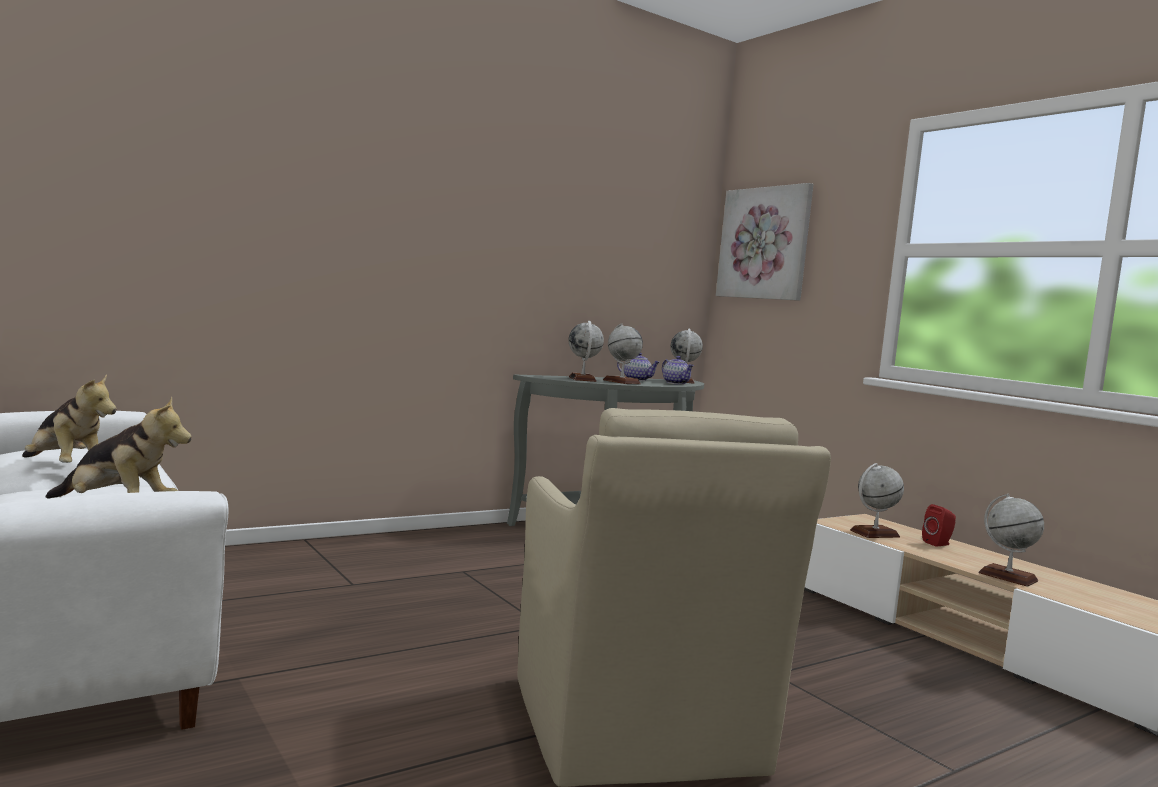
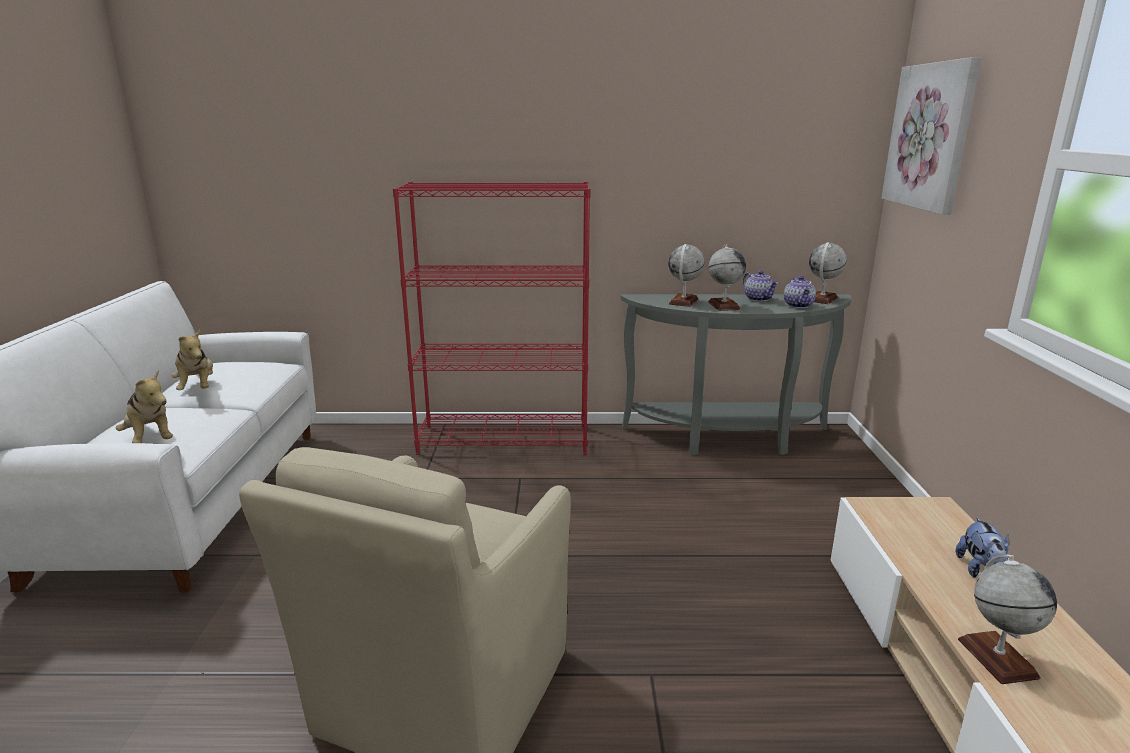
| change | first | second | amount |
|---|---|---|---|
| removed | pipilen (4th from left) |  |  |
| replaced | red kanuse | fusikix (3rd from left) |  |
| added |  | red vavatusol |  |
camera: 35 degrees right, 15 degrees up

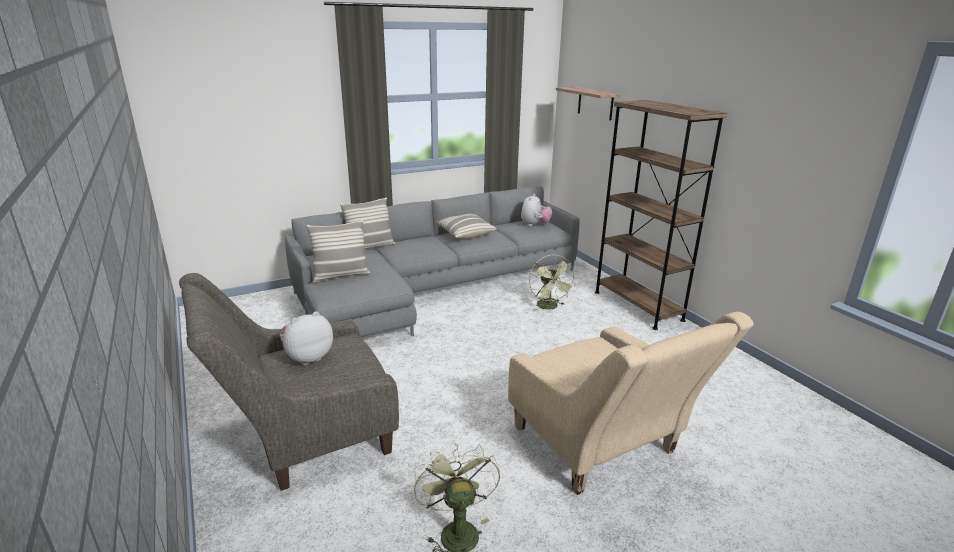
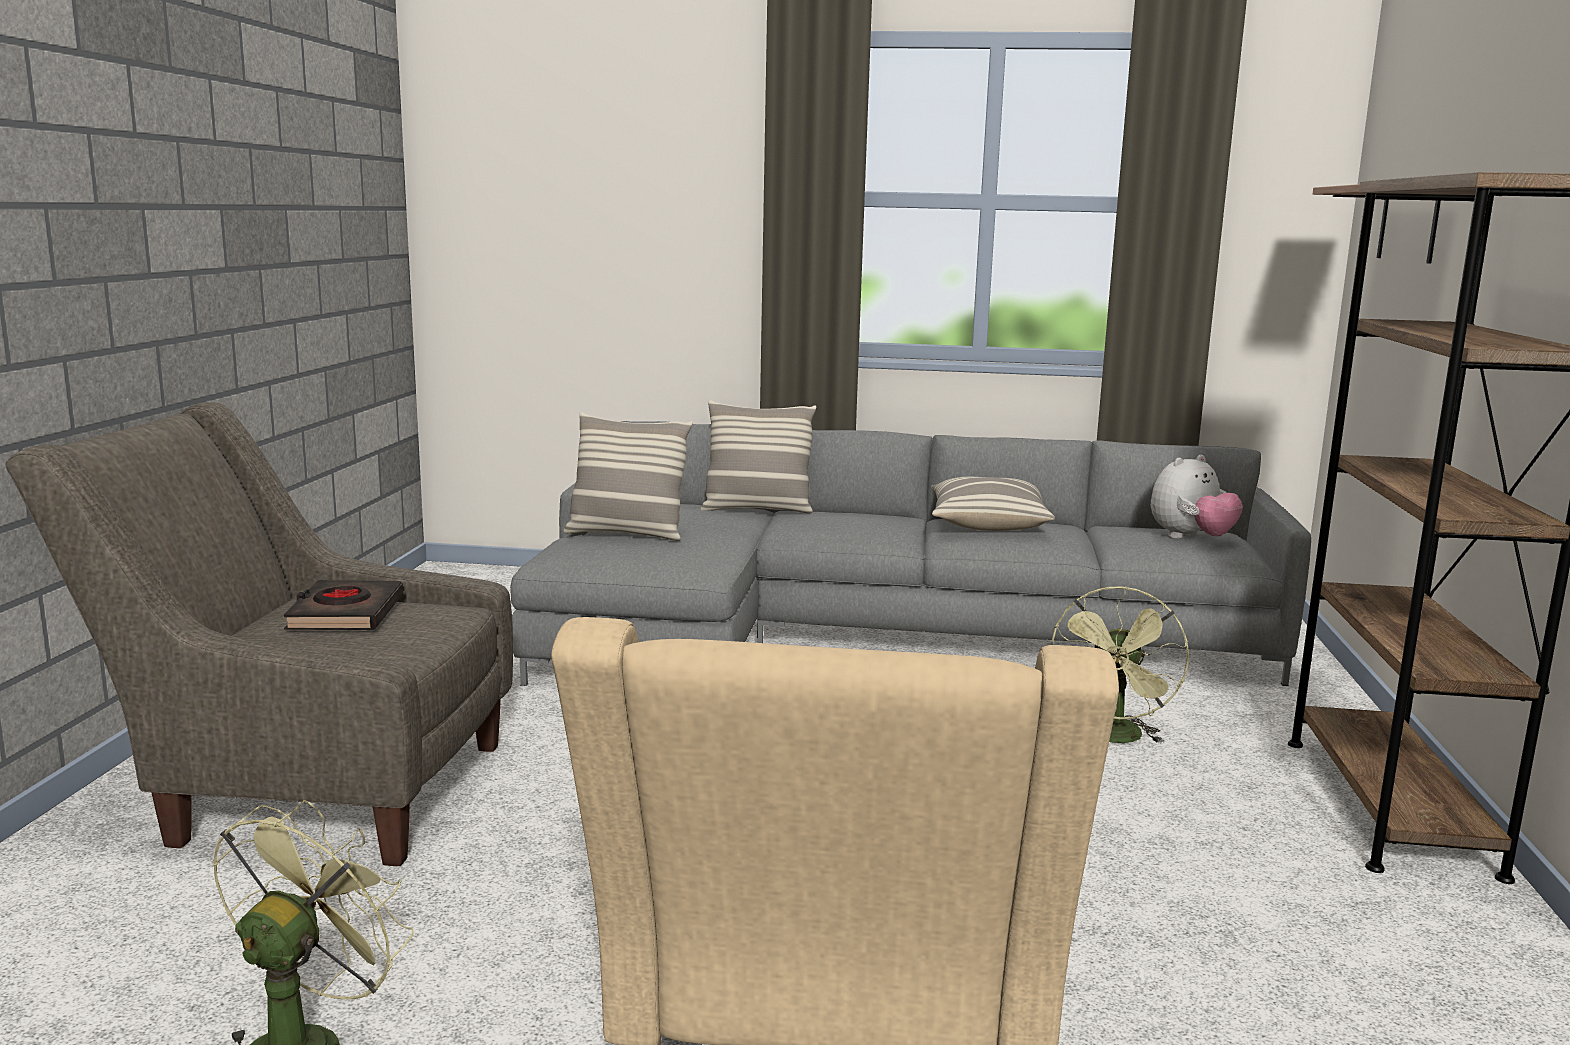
| change | first | second | amount |
|---|---|---|---|
| replaced | fusikix (1st from left) | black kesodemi |  |
camera: 35 degrees right, 10 degrees down

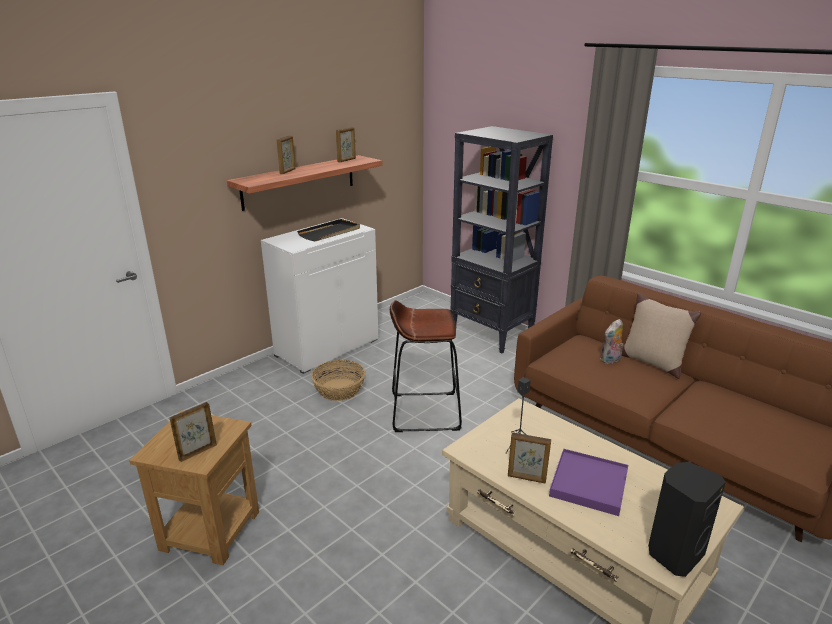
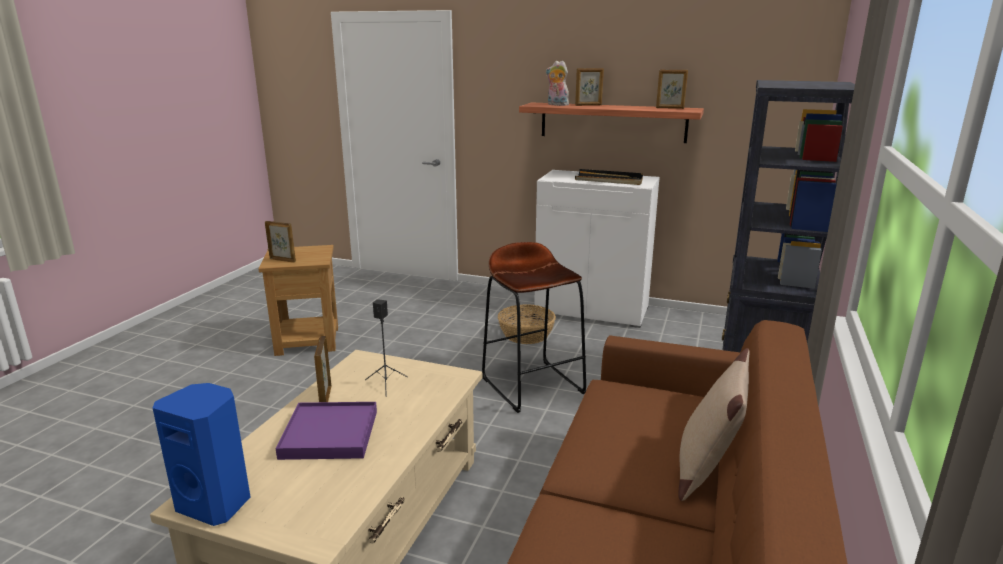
| change | first | second | amount |
|---|---|---|---|
| moved | fusikix |  |  |
| recoloured | black kanuse (2nd from left) | blue kanuse |  |
camera: 65 degrees right, 5 degrees down

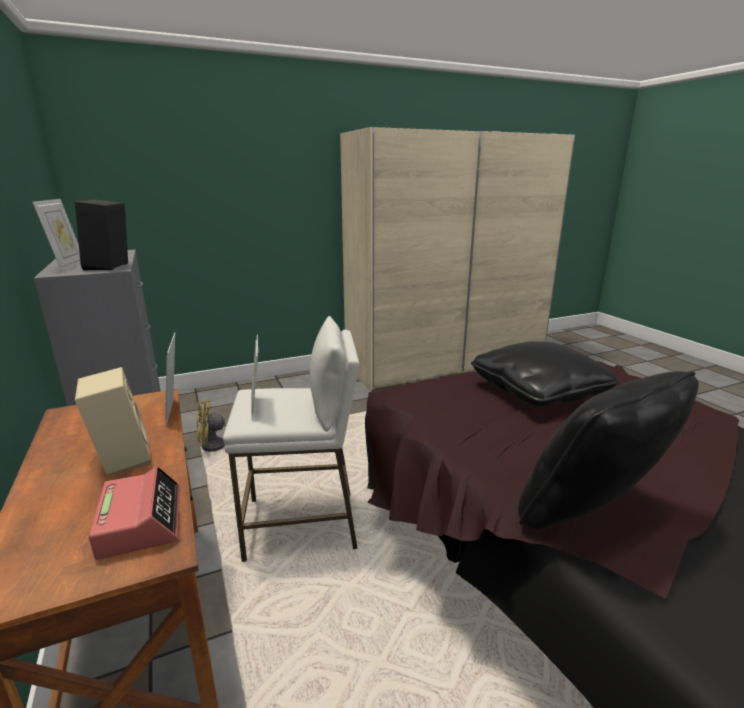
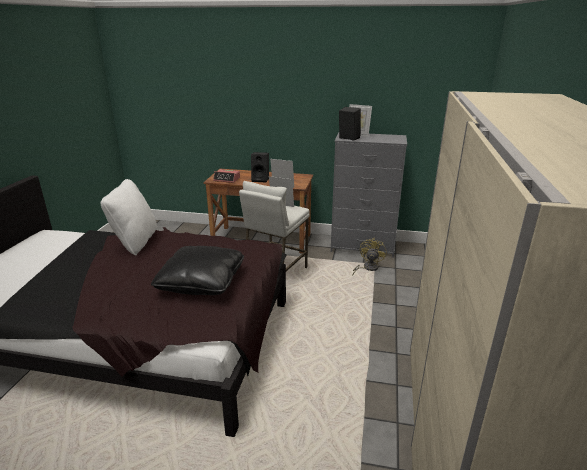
| change | first | second | amount |
|---|---|---|---|
| recoloured | beige kanuse | black kanuse (1st from left) |  |
| recoloured | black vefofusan (2nd from left) | white vefofusan |  |
camera: 125 degrees right, 5 degrees up

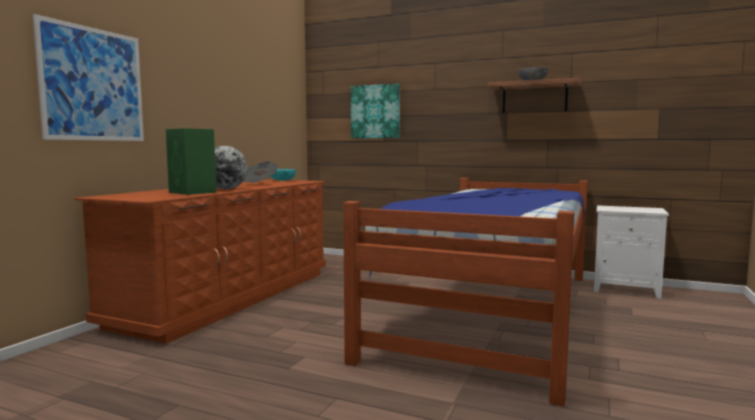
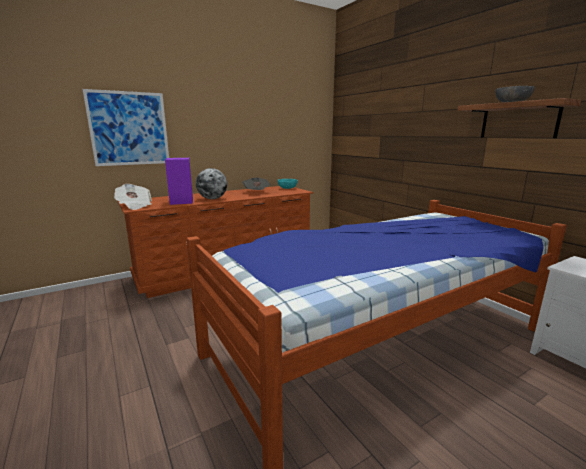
| change | first | second | amount |
|---|---|---|---|
| recoloured | green kanuse | purple kanuse |  |
| removed | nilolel (2nd from left) |  |  |
| added |  | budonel (1st from left) |  |
camera: 35 degrees right, 10 degrees up

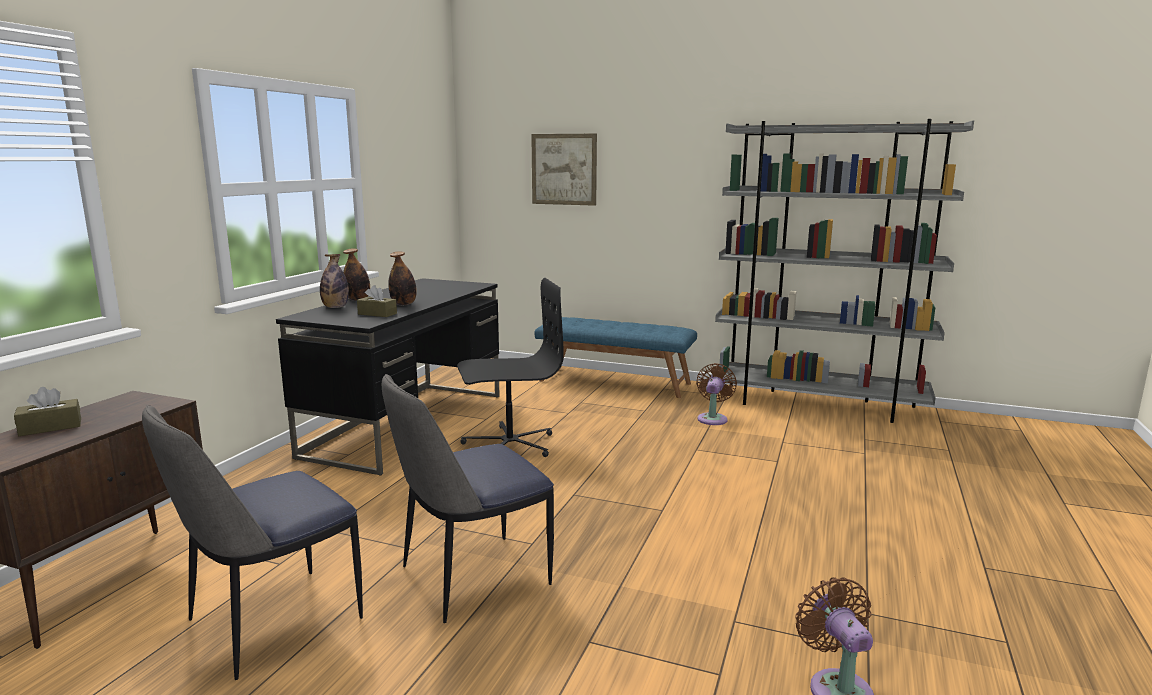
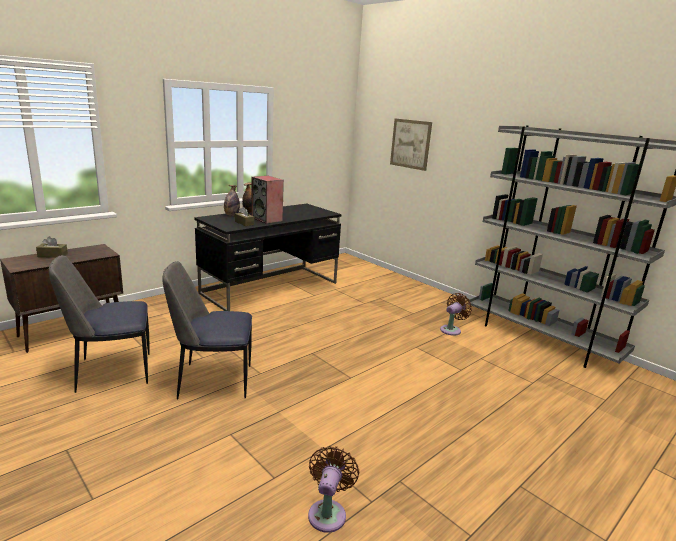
| change | first | second | amount |
|---|---|---|---|
| replaced | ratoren (3rd from left) | kanuse |  |
| removed | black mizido |  |  |
| removed | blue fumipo |  |  |
camera: 25 degrees right, 5 degrees up

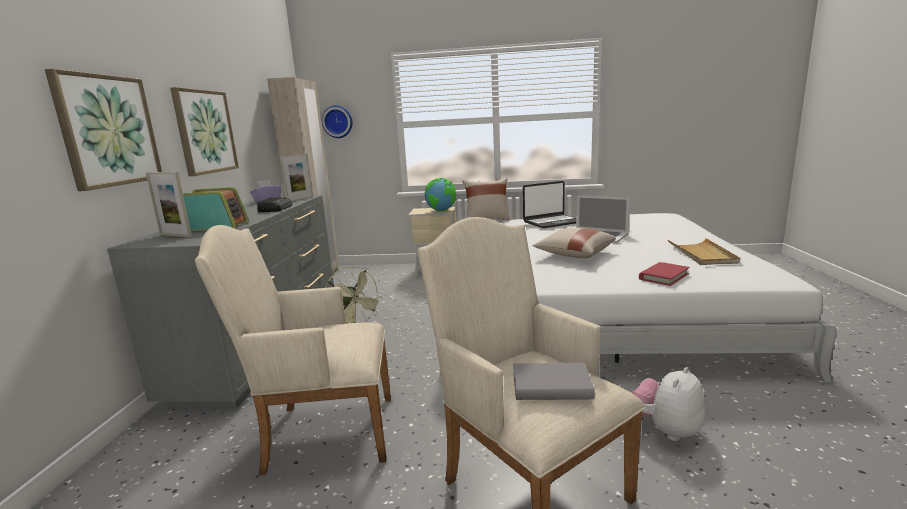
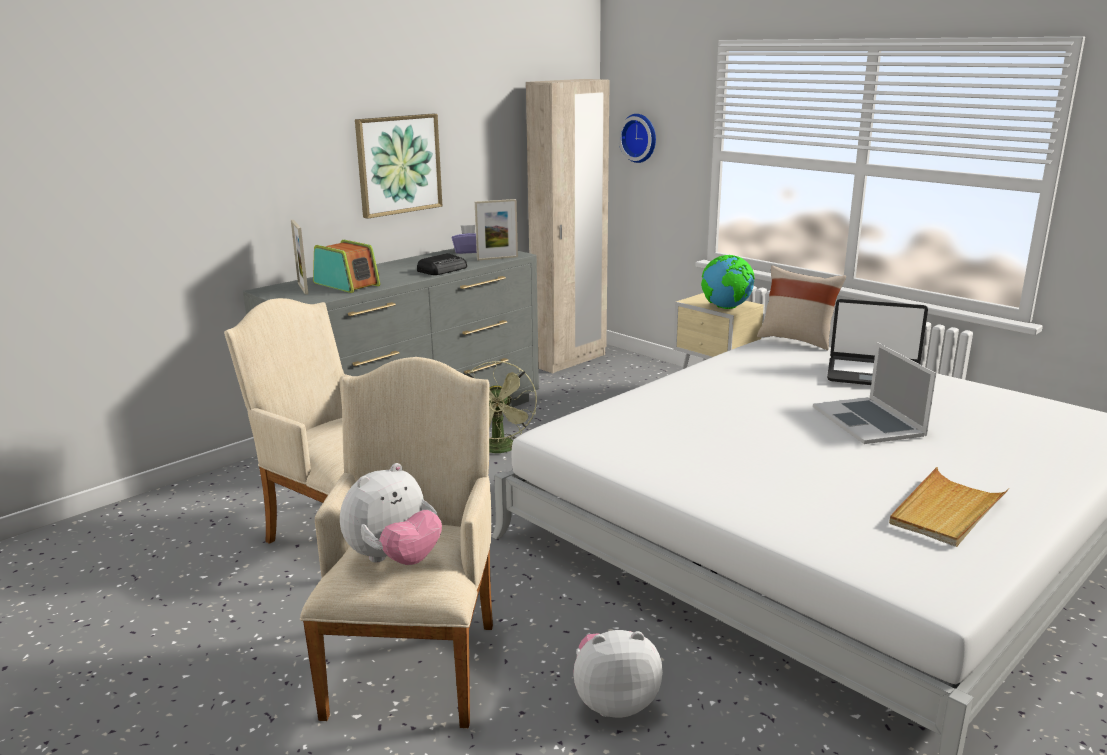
| change | first | second | amount |
|---|---|---|---|
| removed | nilolel (1st from left) |  |  |
| replaced | grey kesodemi | fusikix (1st from left) |  |
| removed | beige vefofusan (2nd from left) |  |  |
| removed | red kesodemi |  |  |
camera: 40 degrees right, 5 degrees up

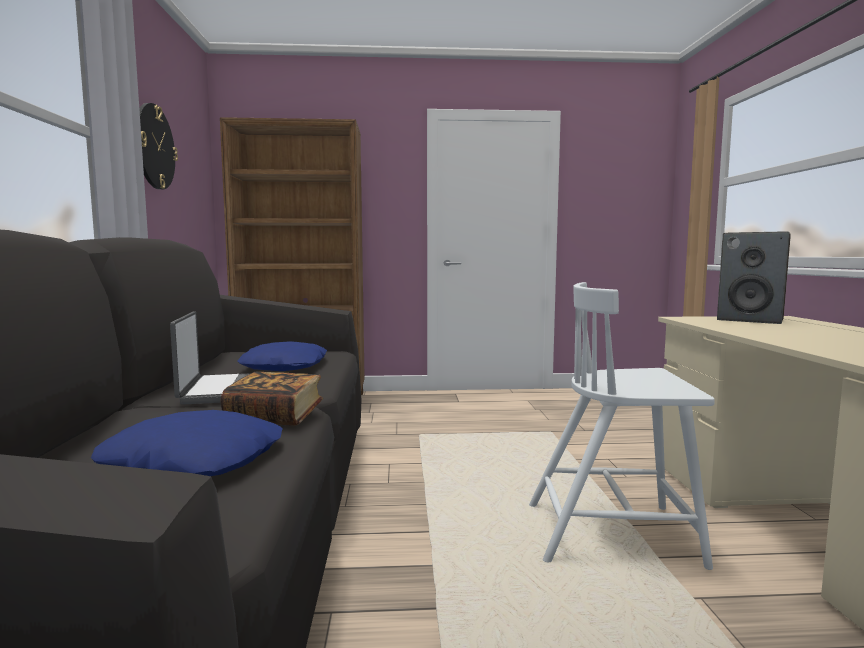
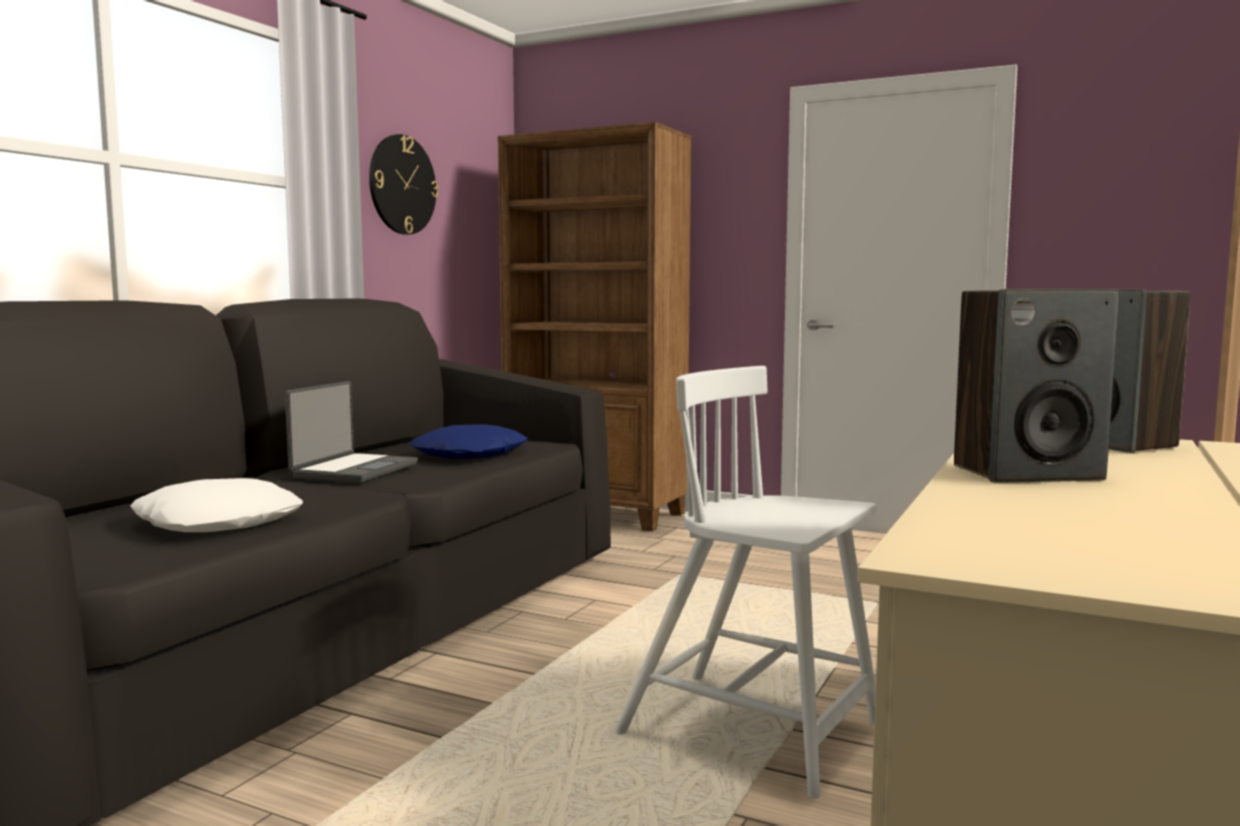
| change | first | second | amount |
|---|---|---|---|
| recoloured | blue vefofusan (1st from left) | white vefofusan |  |
| removed | kesodemi |  |  |
| added |  | kanuse (1st from left) |  |
camera: 30 degrees right, 0 degrees up

